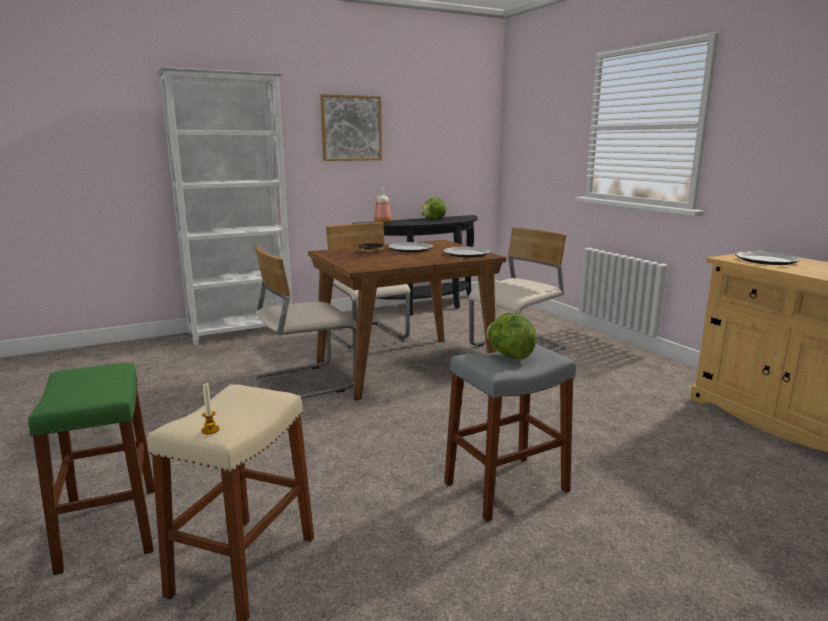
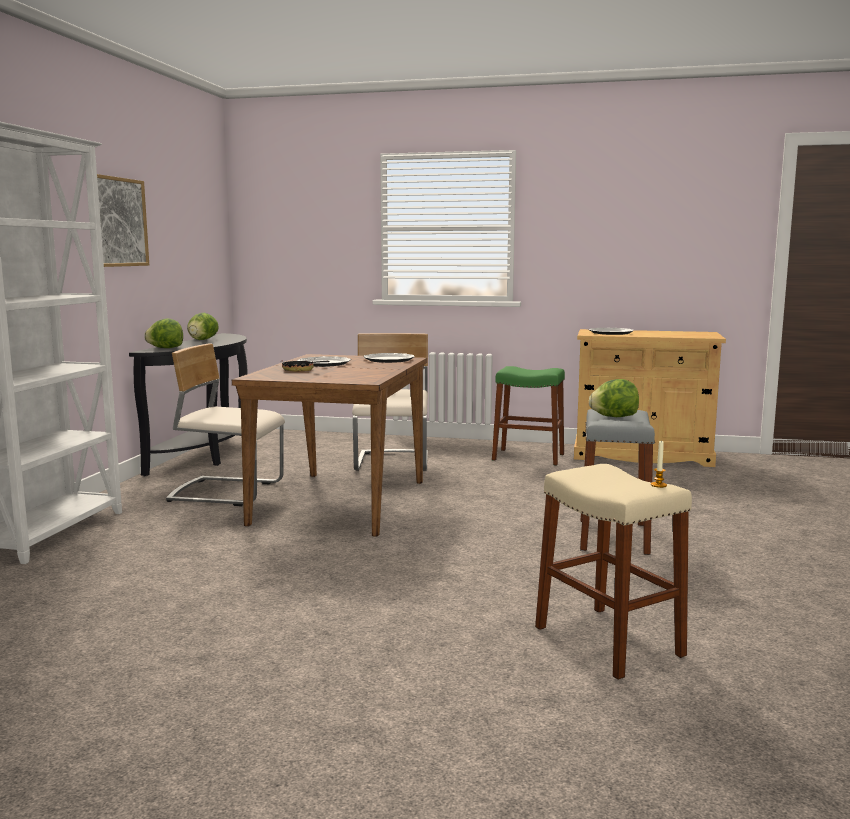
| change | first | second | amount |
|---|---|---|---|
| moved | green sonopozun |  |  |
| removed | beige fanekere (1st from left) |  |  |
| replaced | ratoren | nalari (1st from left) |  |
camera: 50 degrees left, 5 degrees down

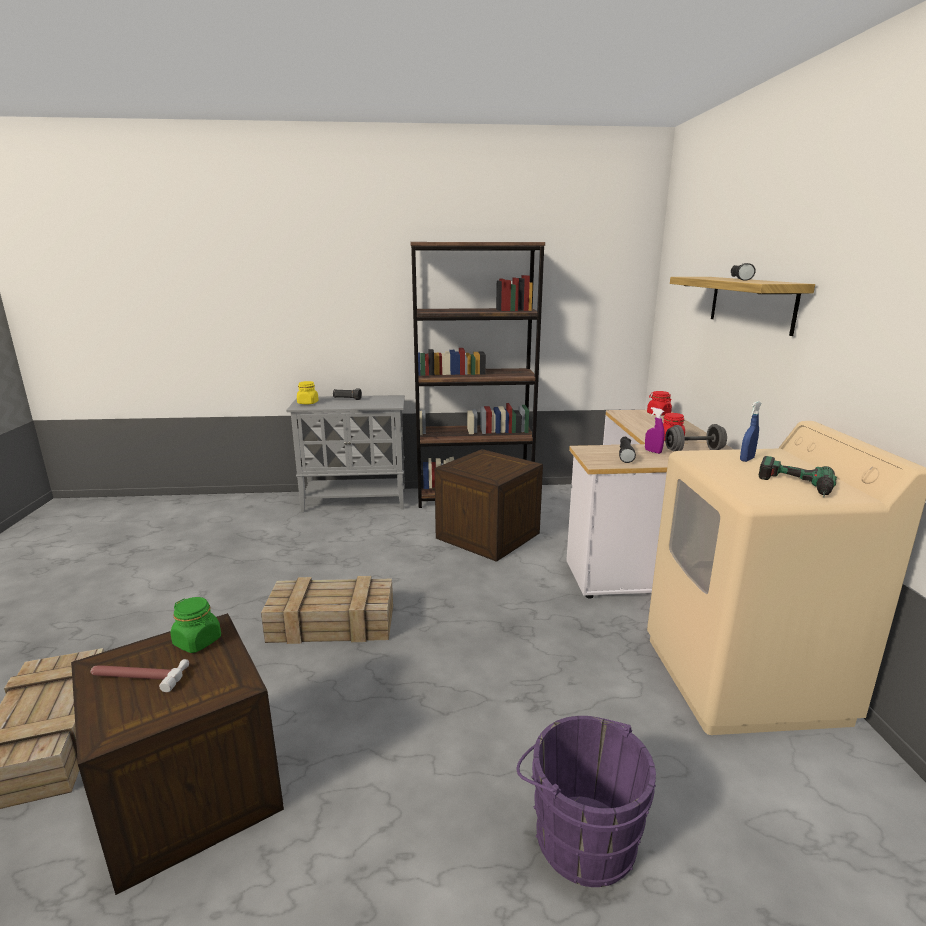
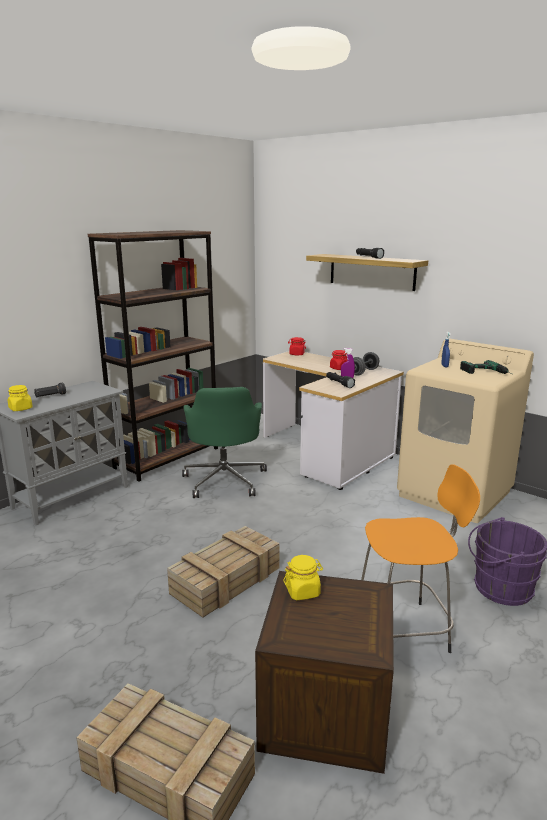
| change | first | second | amount |
|---|---|---|---|
| removed | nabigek |  |  |
| recoloured | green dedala | yellow dedala (2nd from left) |  |
| replaced | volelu (4th from left) | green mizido |  |
| added |  | orange sonopozun |  |
camera: 45 degrees left, 0 degrees up

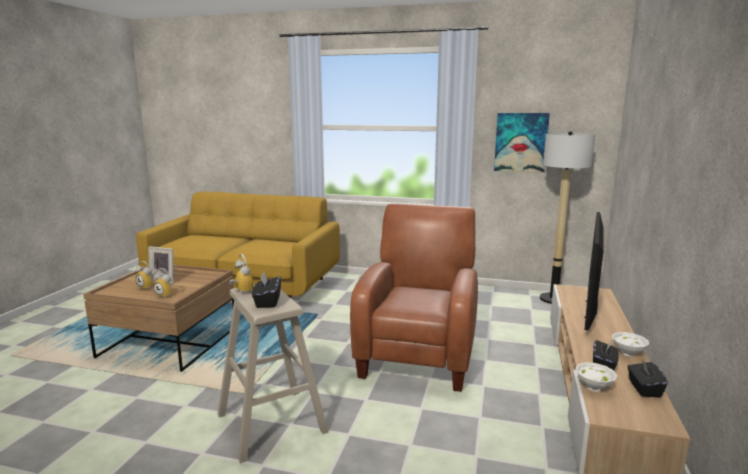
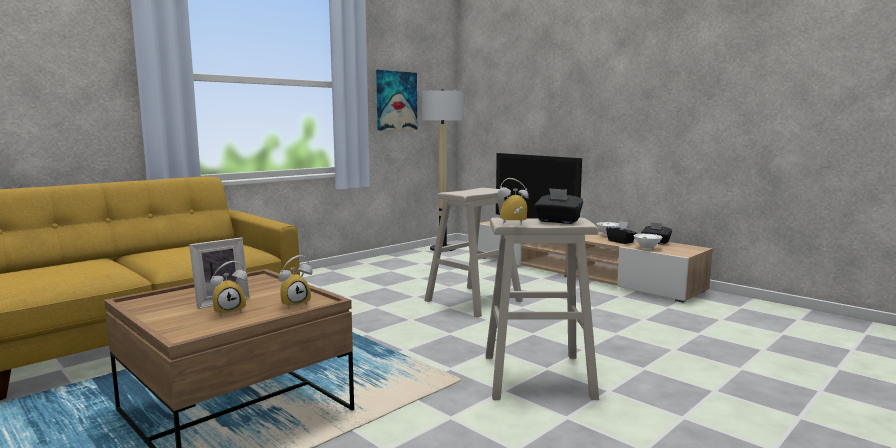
| change | first | second | amount |
|---|---|---|---|
| replaced | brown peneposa | beige sonopozun (1st from left) |  |
camera: 60 degrees left, 5 degrees down

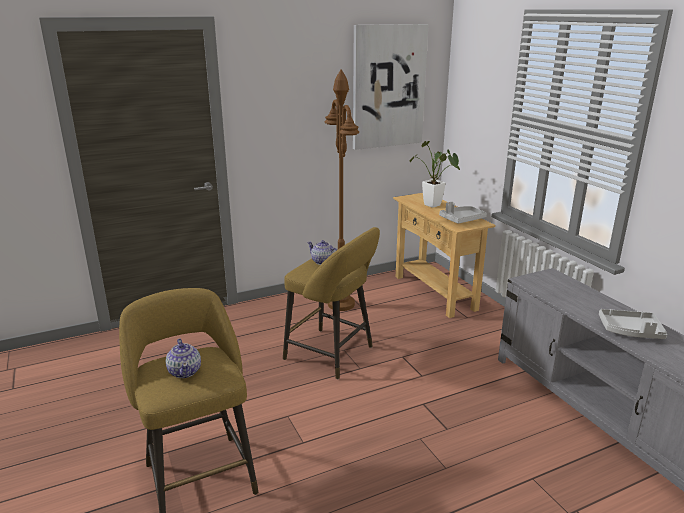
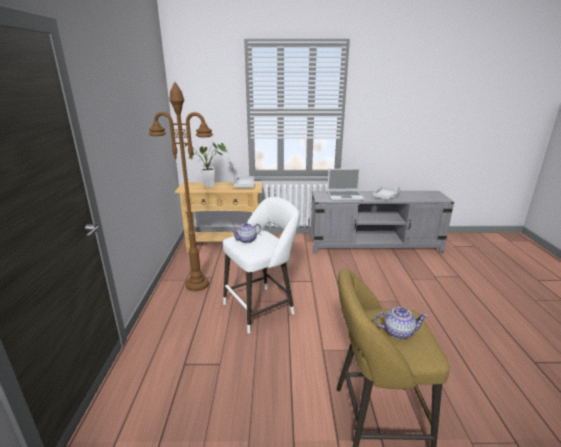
| change | first | second | amount |
|---|---|---|---|
| recoloured | yellow sonopozun (2nd from left) | white sonopozun |  |
| removed | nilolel |  |  |
| added |  | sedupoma |  |
camera: 65 degrees left, 0 degrees up

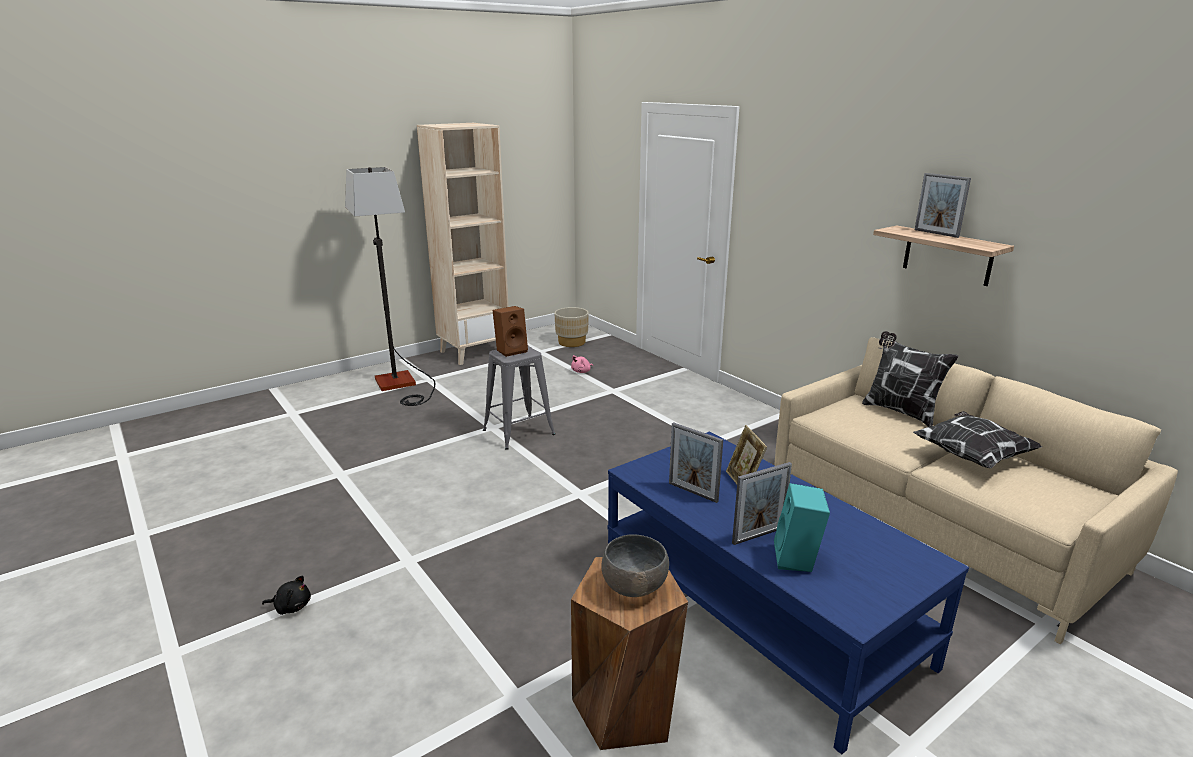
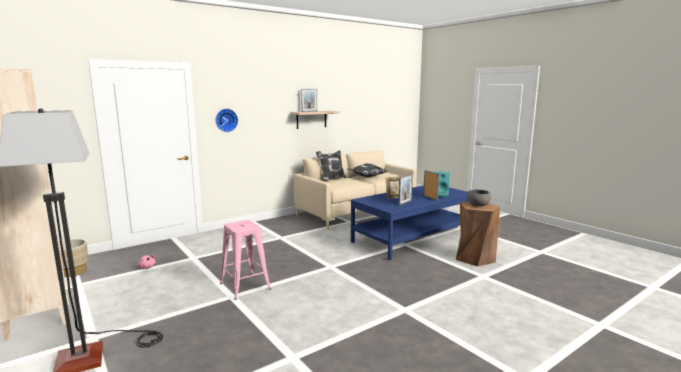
| change | first | second | amount |
|---|---|---|---|
| removed | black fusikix |  |  |
| recoloured | grey sonopozun | pink sonopozun |  |
| removed | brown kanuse |  |  |
| added |  | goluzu |  |
camera: 90 degrees left, 10 degrees down

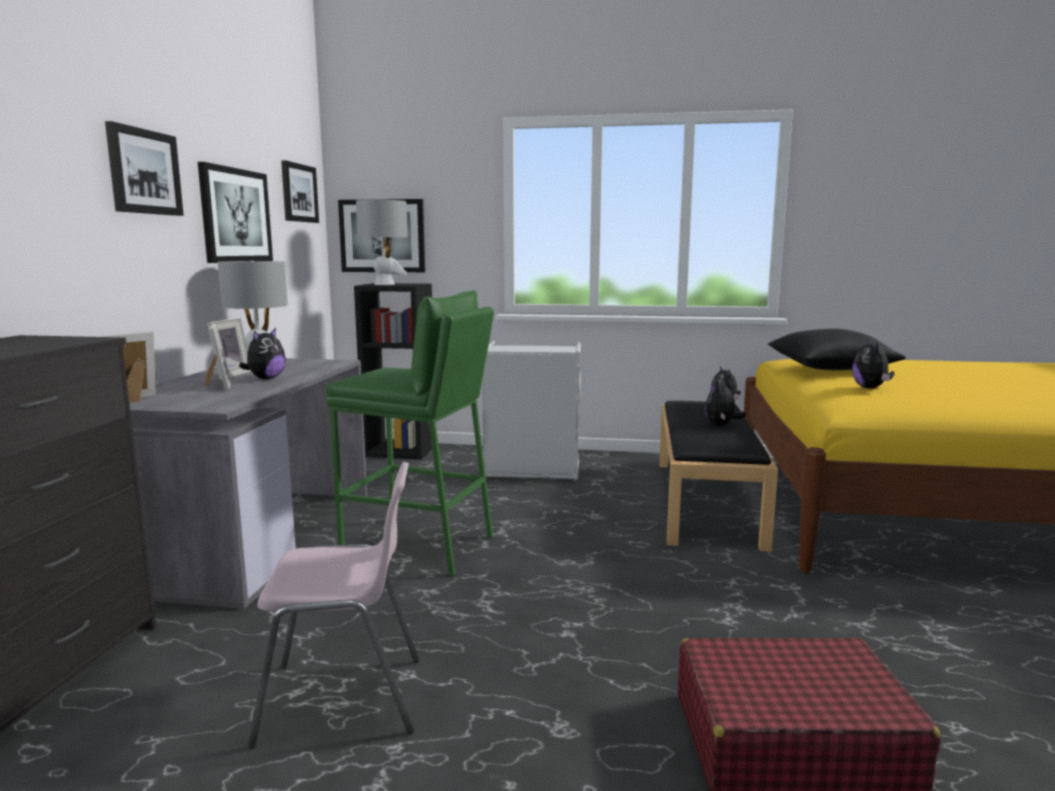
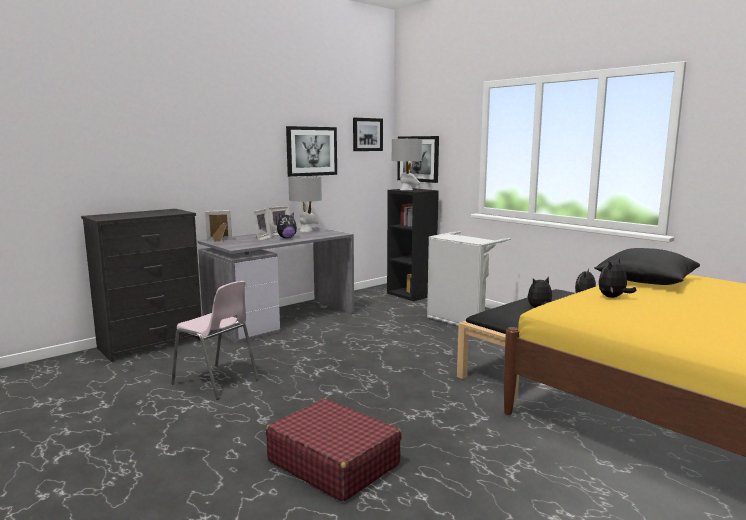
| change | first | second | amount |
|---|---|---|---|
| removed | nilolel (1st from left) |  |  |
| removed | green sonopozun |  |  |
camera: 40 degrees right, 0 degrees up

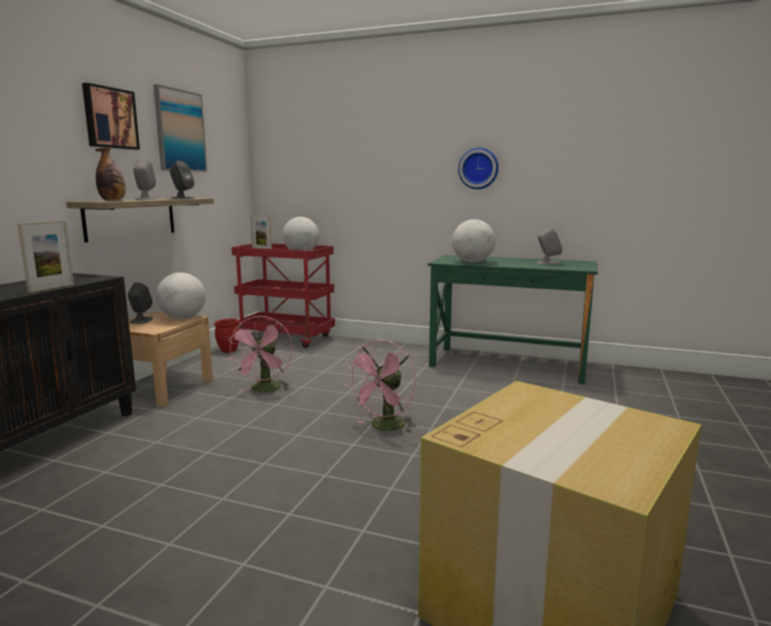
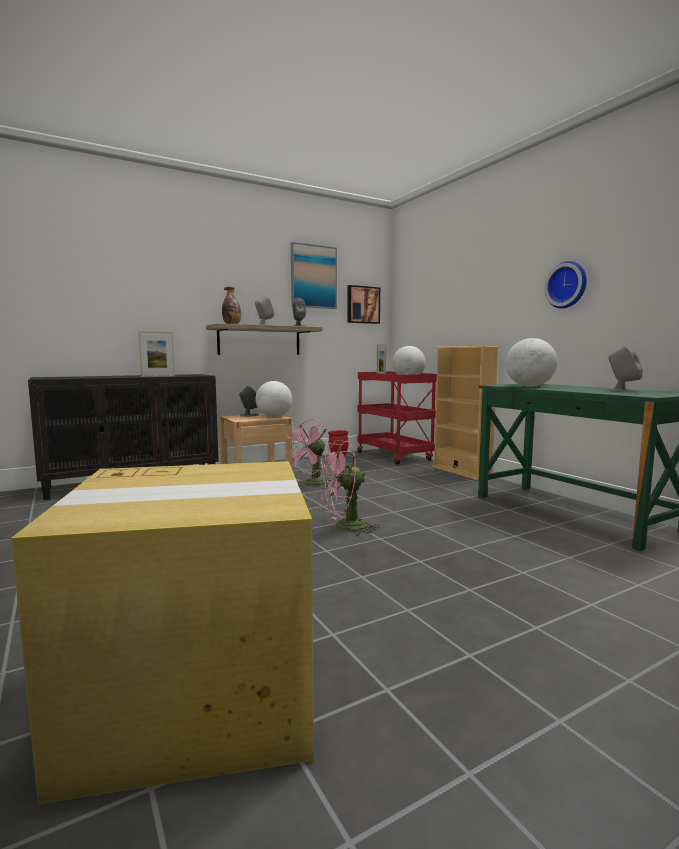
| change | first | second | amount |
|---|---|---|---|
| moved | nilolel (1st from left in the first image) | nilolel (2nd from left) |  |
| added |  | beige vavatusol |  |
camera: 40 degrees right, 5 degrees down

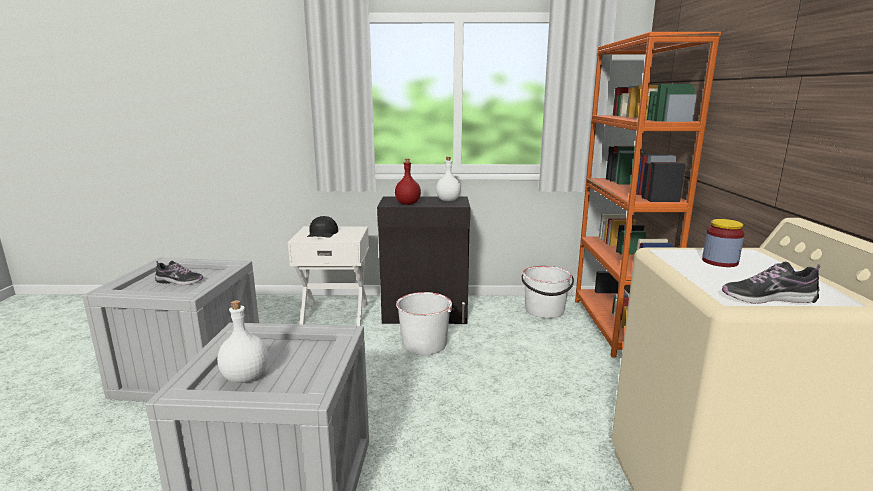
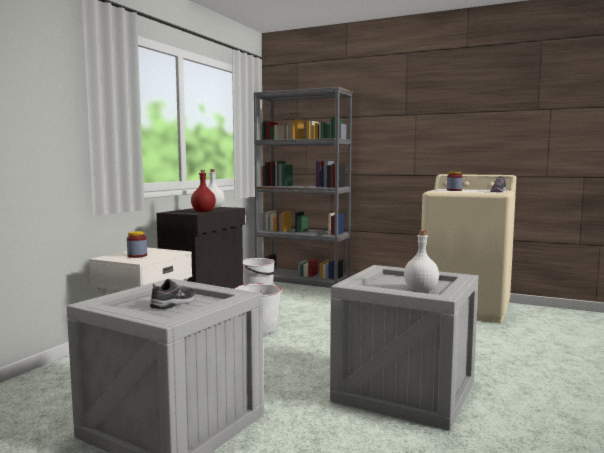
| change | first | second | amount |
|---|---|---|---|
| replaced | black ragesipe | dedala (1st from left) |  |
| recoloured | orange vavatusol | grey vavatusol |  |
camera: 65 degrees left, 10 degrees down

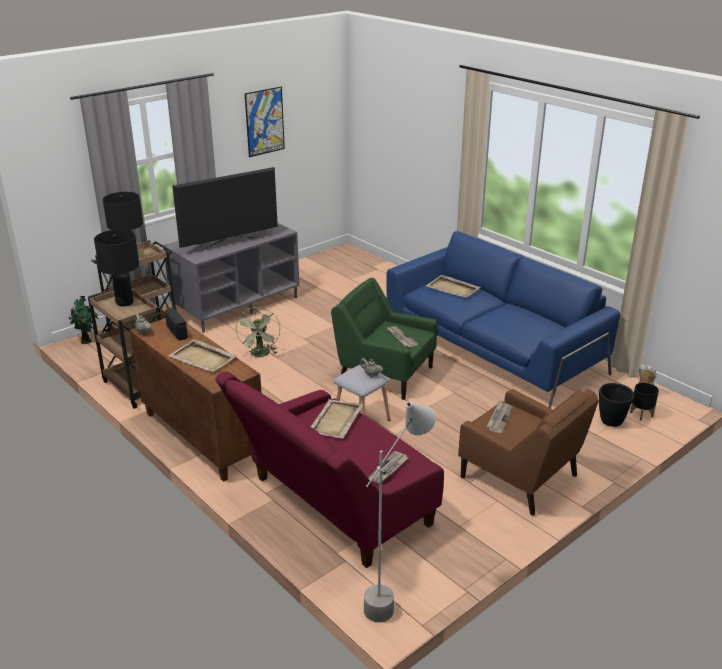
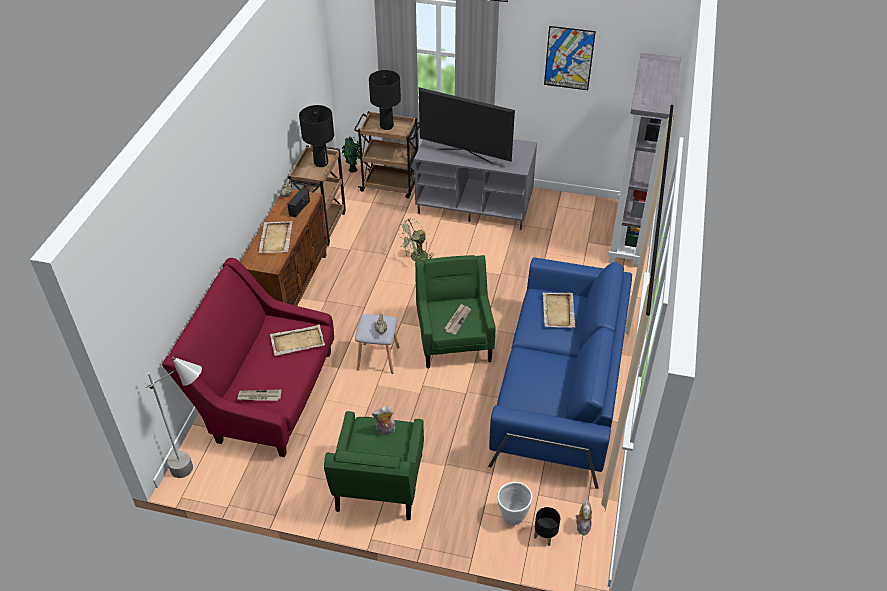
| change | first | second | amount |
|---|---|---|---|
| recoloured | brown peneposa | green peneposa (1st from left) |  |
| replaced | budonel (3rd from left) | fusikix (1st from left) |  |
| recoloured | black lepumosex (1st from left) | white lepumosex |  |
| added |  | grey vavatusol |  |
camera: 55 degrees right, 15 degrees up

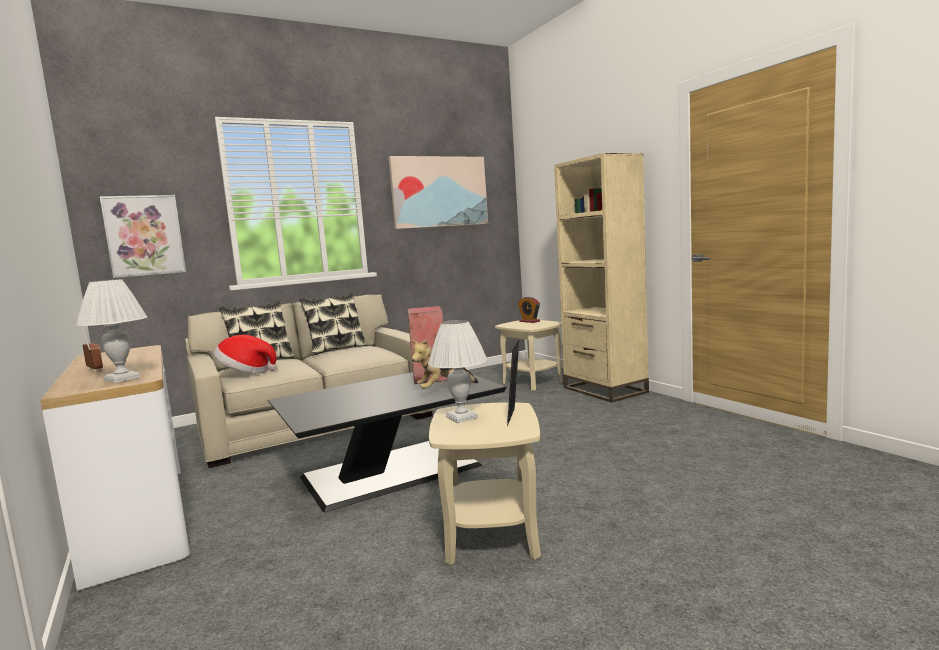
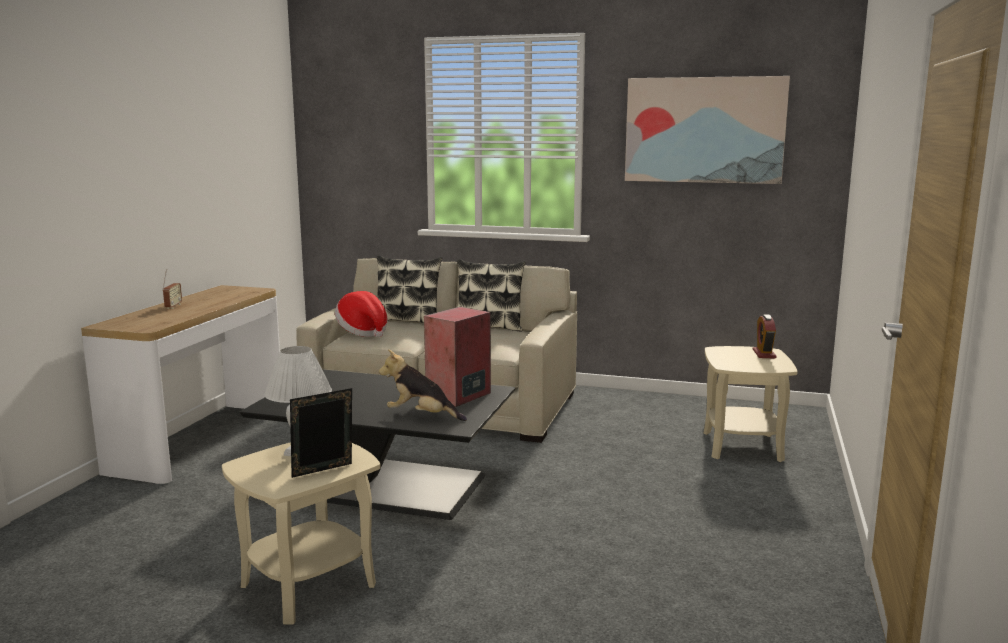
| change | first | second | amount |
|---|---|---|---|
| removed | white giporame (1st from left) |  |  |
| removed | nilolel (1st from left) |  |  |
| removed | beige vavatusol |  |  |
camera: 45 degrees right, 5 degrees up

